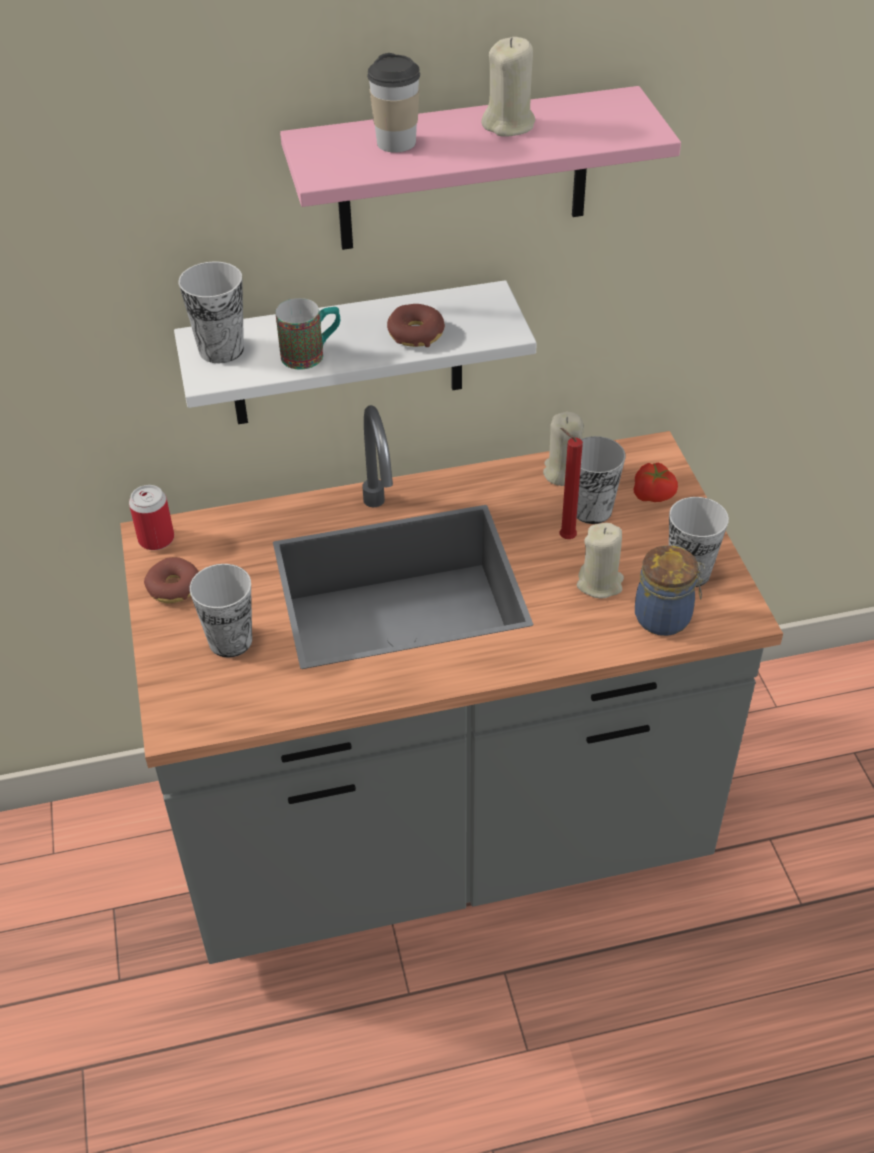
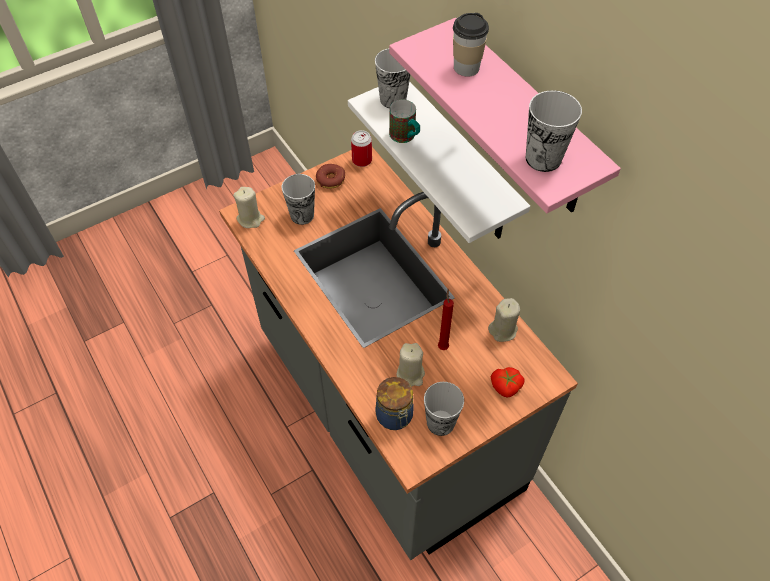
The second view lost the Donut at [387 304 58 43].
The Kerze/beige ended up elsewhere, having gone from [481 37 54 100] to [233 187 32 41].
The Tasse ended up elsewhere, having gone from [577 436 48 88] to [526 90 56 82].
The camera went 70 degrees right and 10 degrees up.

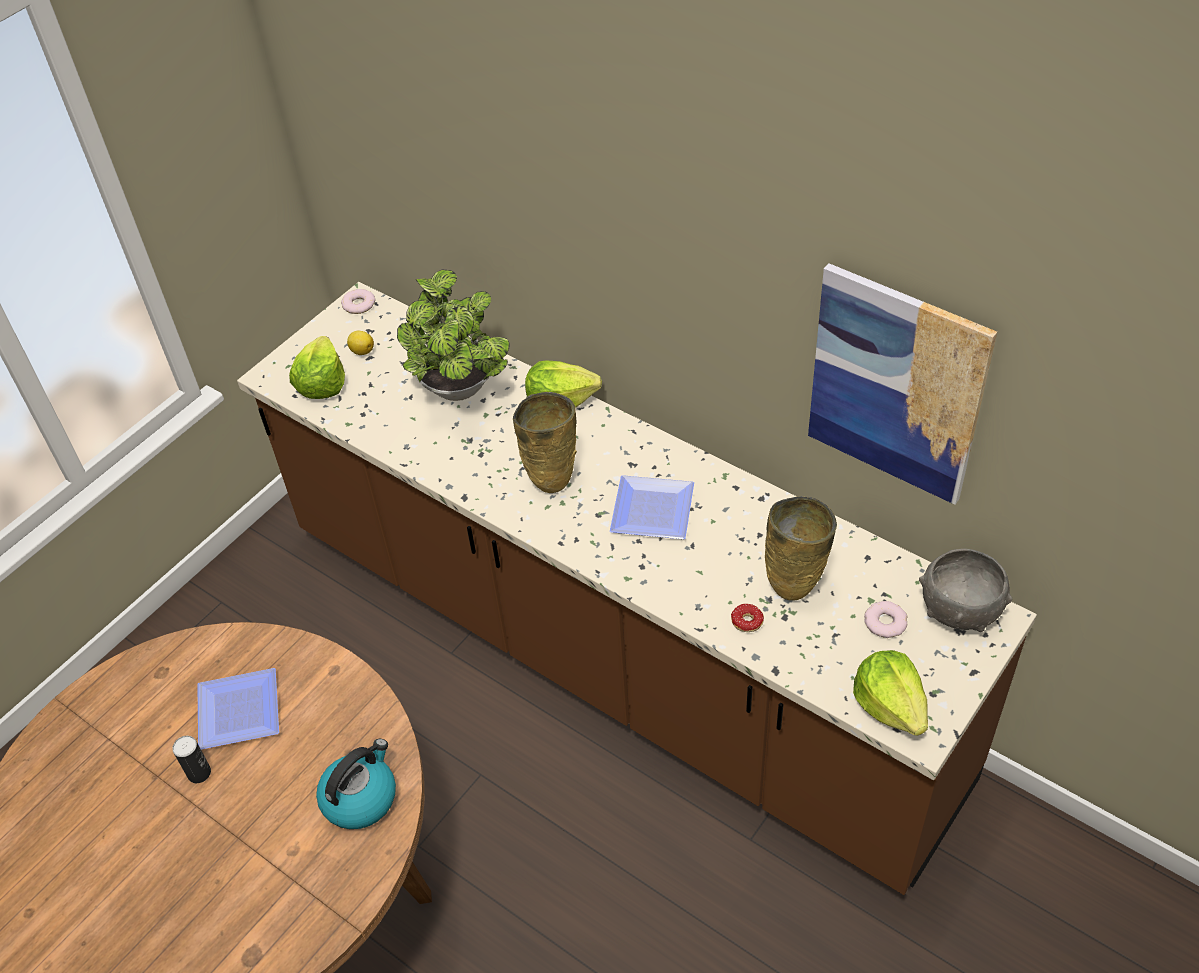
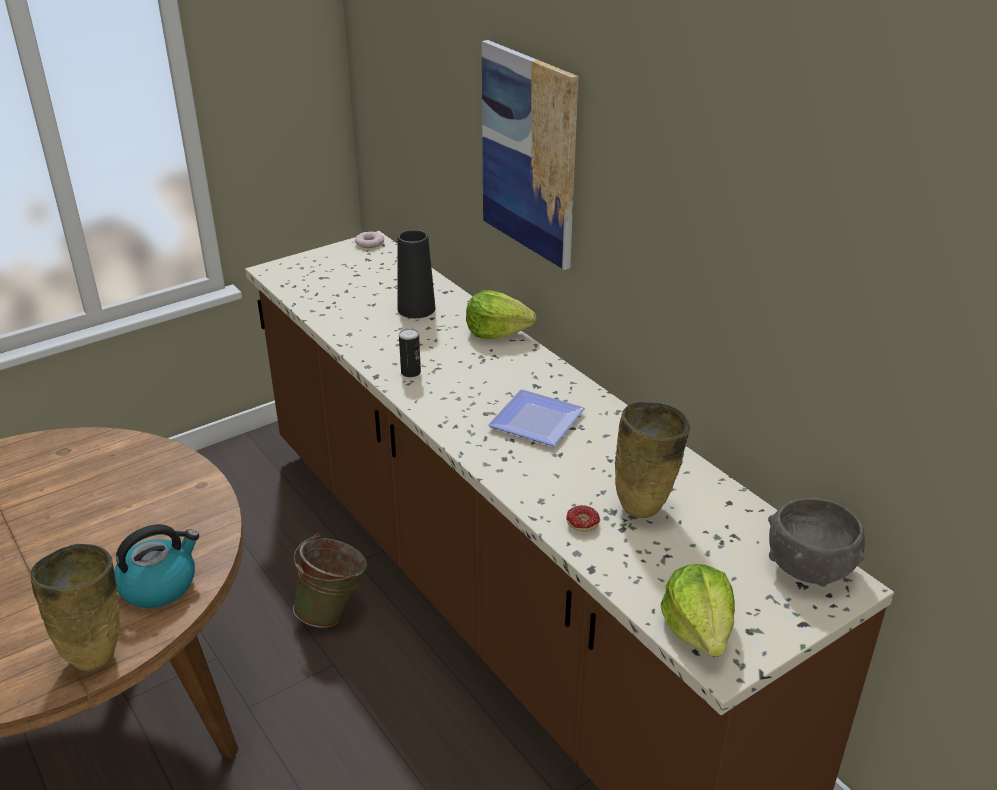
The Dose ended up elsewhere, having gone from [172 736 39 47] to [399 328 22 49].
The second view lost the Teller at [197 668 82 81].
The second view lost the Salatkopf at [289 336 56 63].
The second view lost the Zitrone at [347 331 27 24].
Where the Topfpflanze stood at [397 269 113 132], the Vase/schwarz came to stand at [397 230 38 88].
The Vase/beige ended up elsewhere, having gone from [513 392 64 101] to [30 544 90 127].
The Bild ended up elsewhere, having gone from [808 263 189 242] to [482 40 97 230].
The second view lost the Donut at [864 601 43 37].
The second view gained the Eimer/grün at [293 533 74 95].
The camera went 15 degrees right and 15 degrees down.

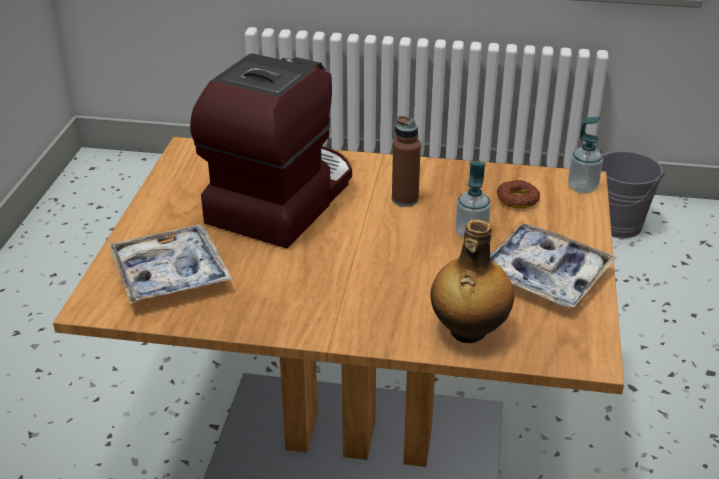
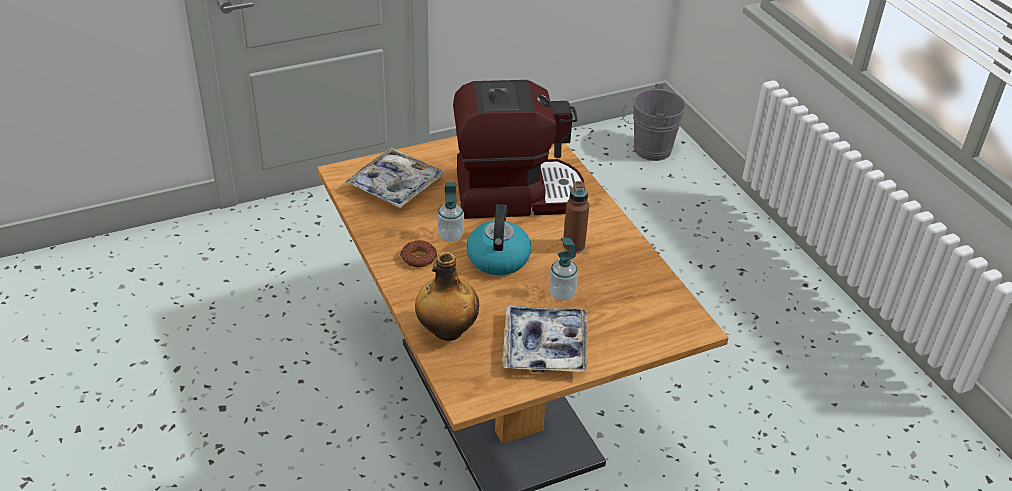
The Donut ended up elsewhere, having gone from [497 180 43 28] to [400 240 37 28].
The Seifenspender ended up elsewhere, having gone from [568 117 35 77] to [437 182 27 60].
The Eimer/grau ended up elsewhere, having gone from [599 149 66 89] to [622 84 64 77].
The second view gained the Wasserkessel at [466 204 65 71].
The camera went 55 degrees right and 5 degrees up.

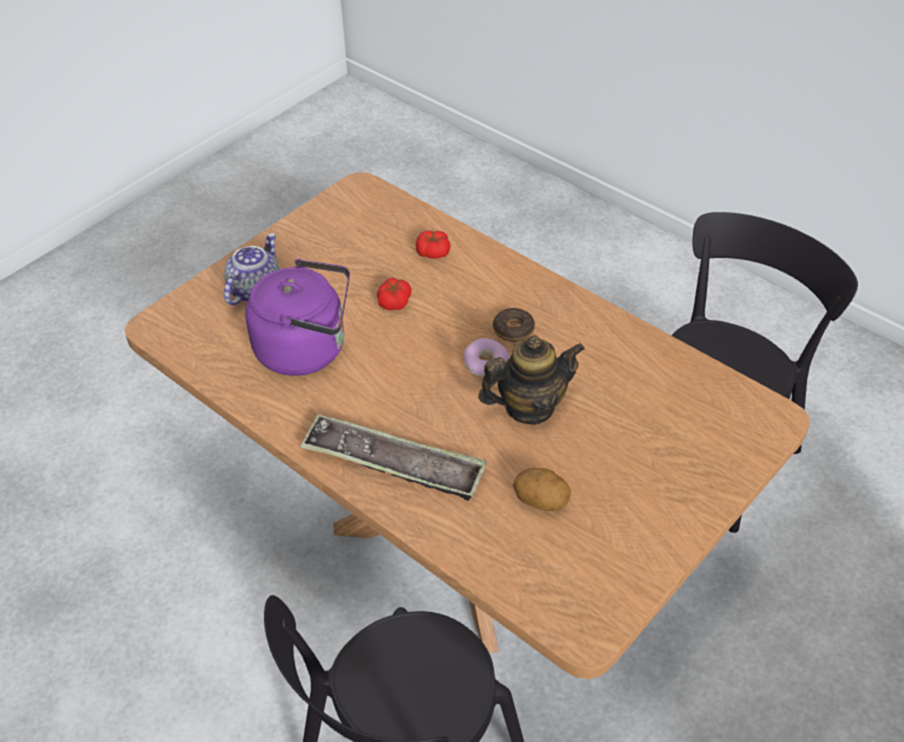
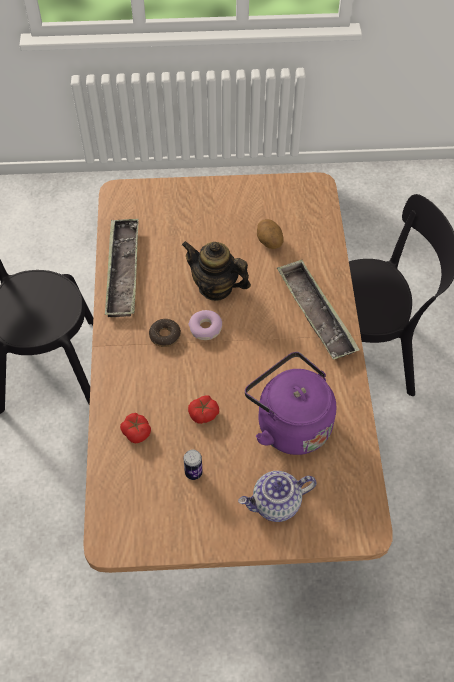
The second view gained the Tablett at [105 219 34 98].
The second view gained the Dose at [183 450 20 30].
The camera went 135 degrees left and 10 degrees up.

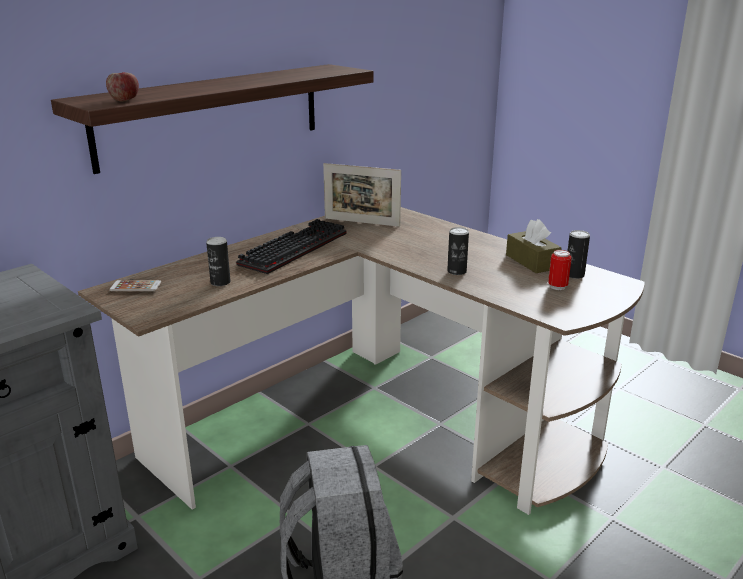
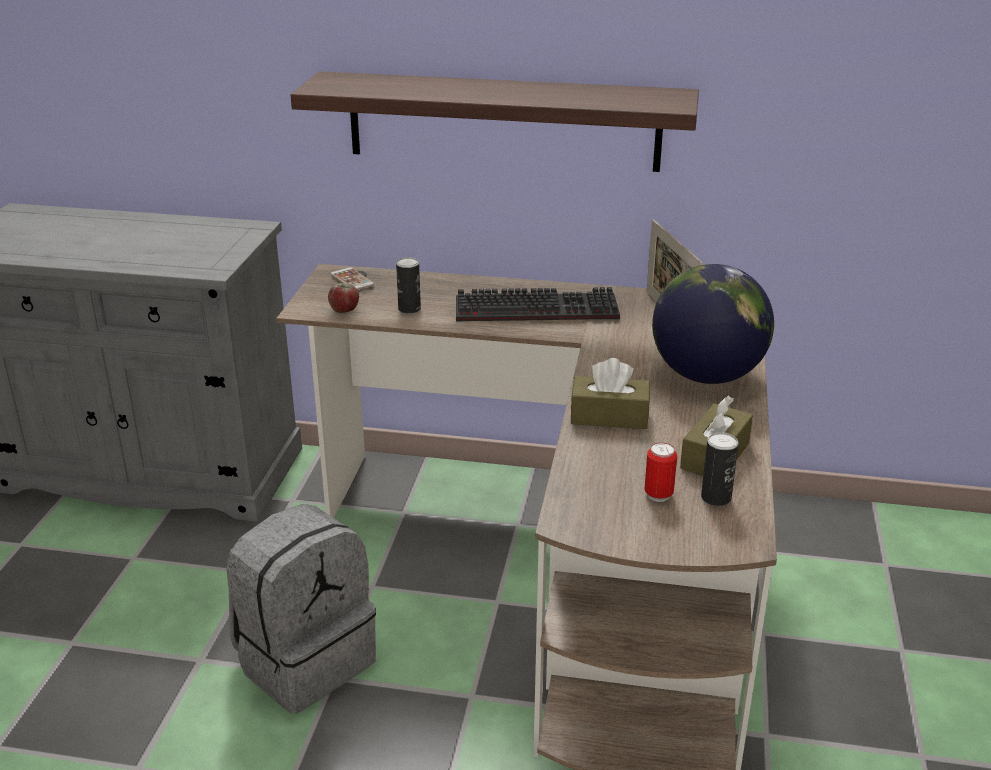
The Apfel ended up elsewhere, having gone from [106 72 33 30] to [328 283 31 30].
Where the Dose stood at [447 227 22 48], the Taschentuchbox/braun came to stand at [571 358 79 71].
The second view gained the Globus at [652 264 122 120].
The camera went 55 degrees right and 5 degrees up.

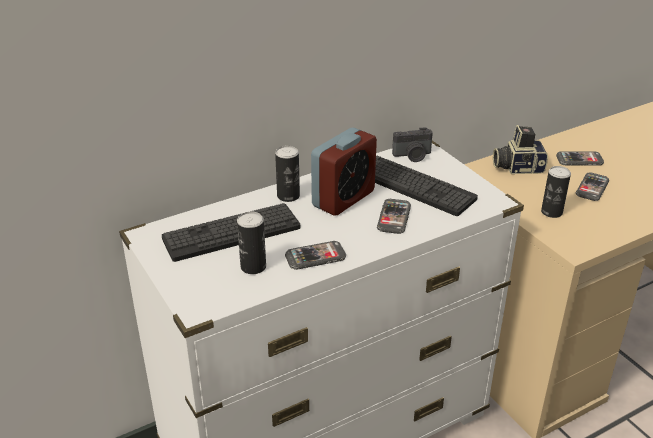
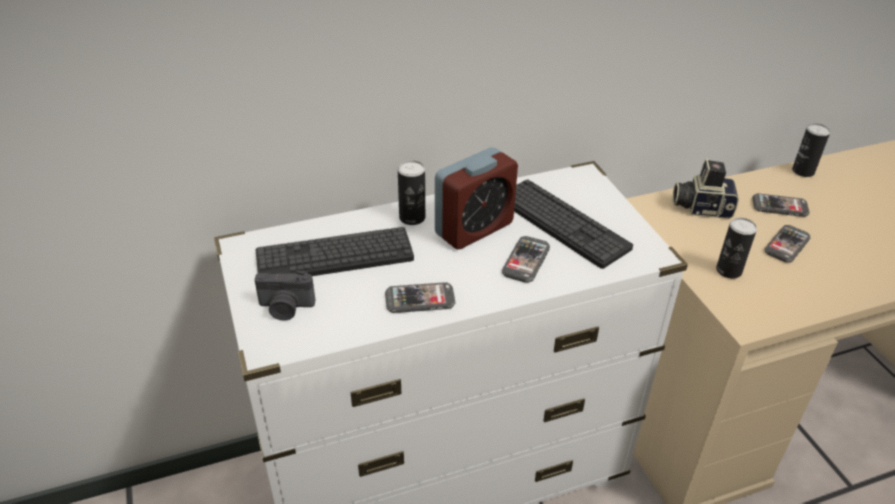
The Dose ended up elsewhere, having gone from [237 211 29 63] to [792 123 38 54].
The Kamera ended up elsewhere, having gone from [392 128 41 34] to [254 270 61 51].
The camera went 10 degrees right and 5 degrees up.

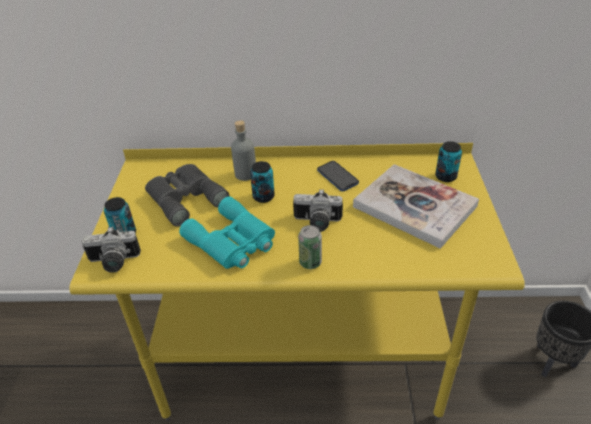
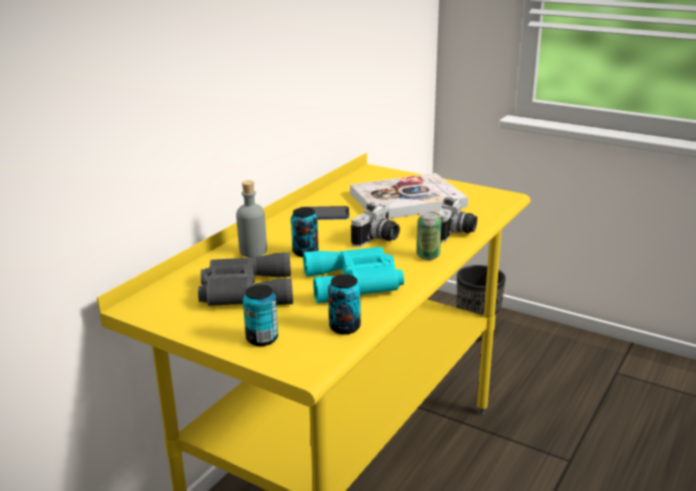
The Kamera ended up elsewhere, having gone from [81 226 60 47] to [438 197 39 45].
The Dose ended up elsewhere, having gone from [435 141 27 41] to [328 274 33 60].
The camera went 60 degrees left and 15 degrees down.

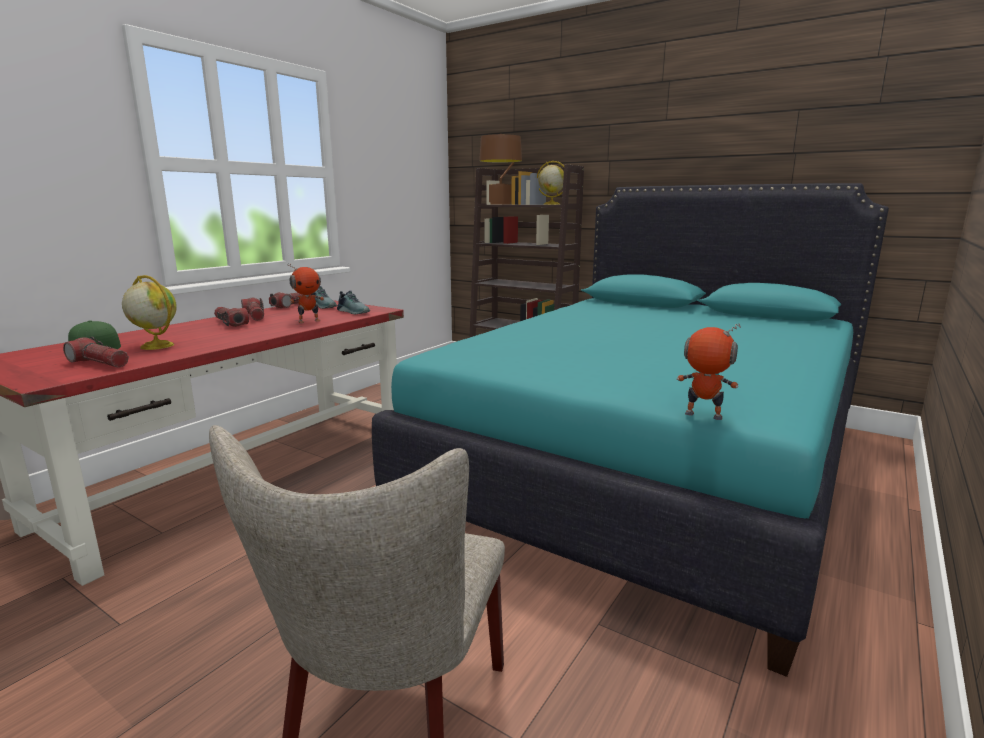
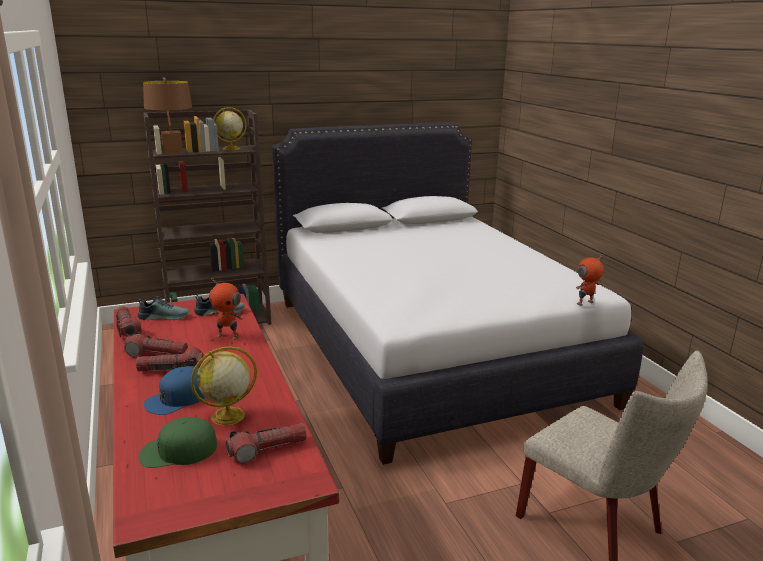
The Spielzeugroboter at [288 263 36 60] ended up facing another way, 105 degrees clockwise from before.
What was the Bett/türkis at [372 183 517 494] turned into the Bett/weiß at [272 123 372 342].
The second view gained the Kappe/blau at [144 366 61 49].
The camera went 55 degrees left and 5 degrees up.

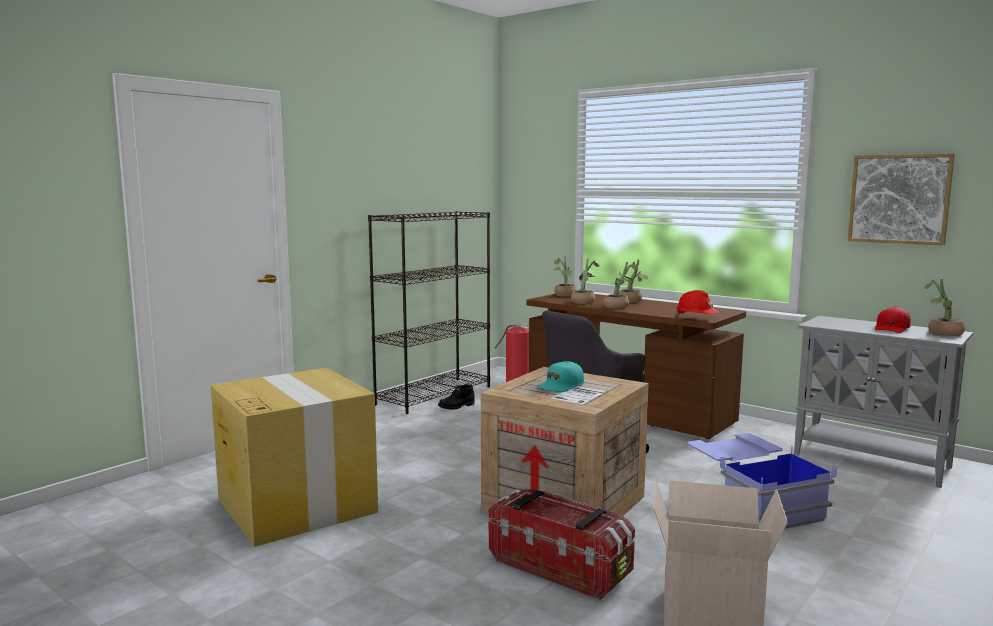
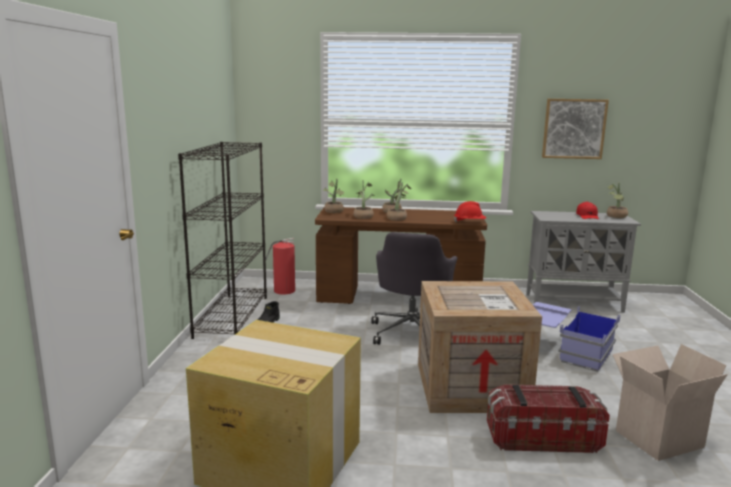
The second view lost the Kappe/türkis at [537 361 47 31].
The camera went 35 degrees left and 5 degrees up.

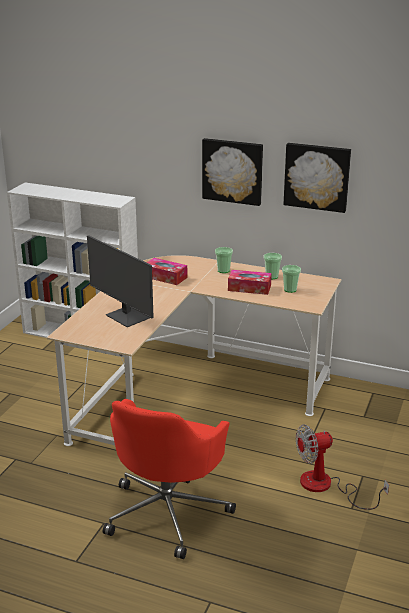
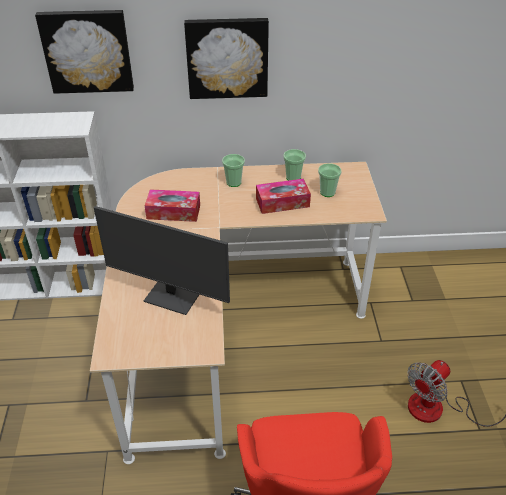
The Bild ended up elsewhere, having gone from [284 143 67 70] to [35 10 99 84].
The camera went 25 degrees left and 15 degrees up.

